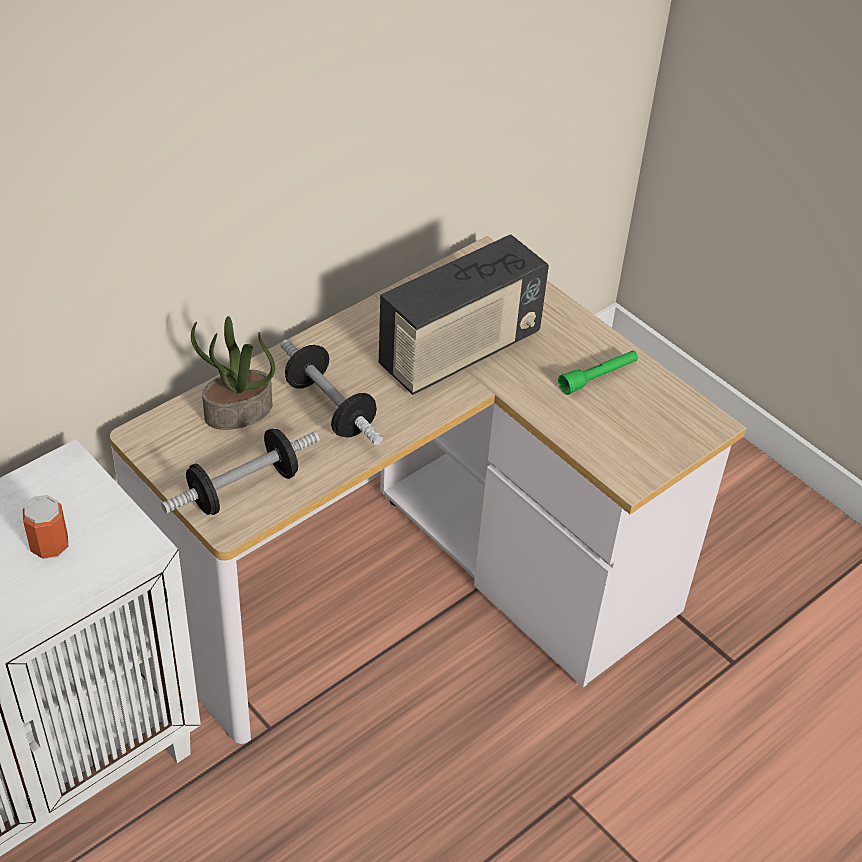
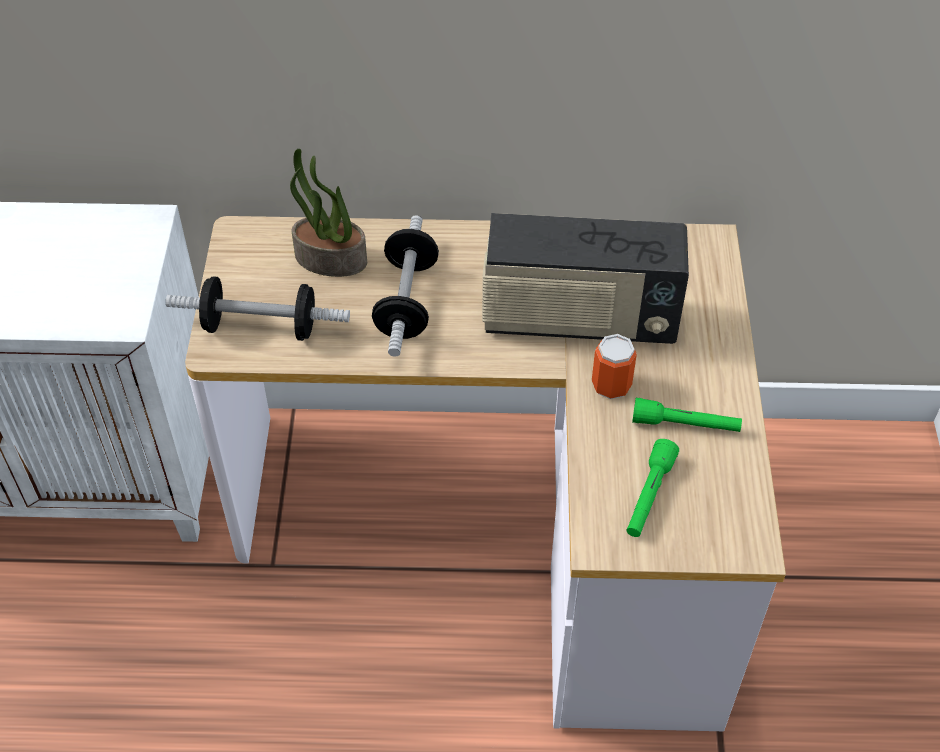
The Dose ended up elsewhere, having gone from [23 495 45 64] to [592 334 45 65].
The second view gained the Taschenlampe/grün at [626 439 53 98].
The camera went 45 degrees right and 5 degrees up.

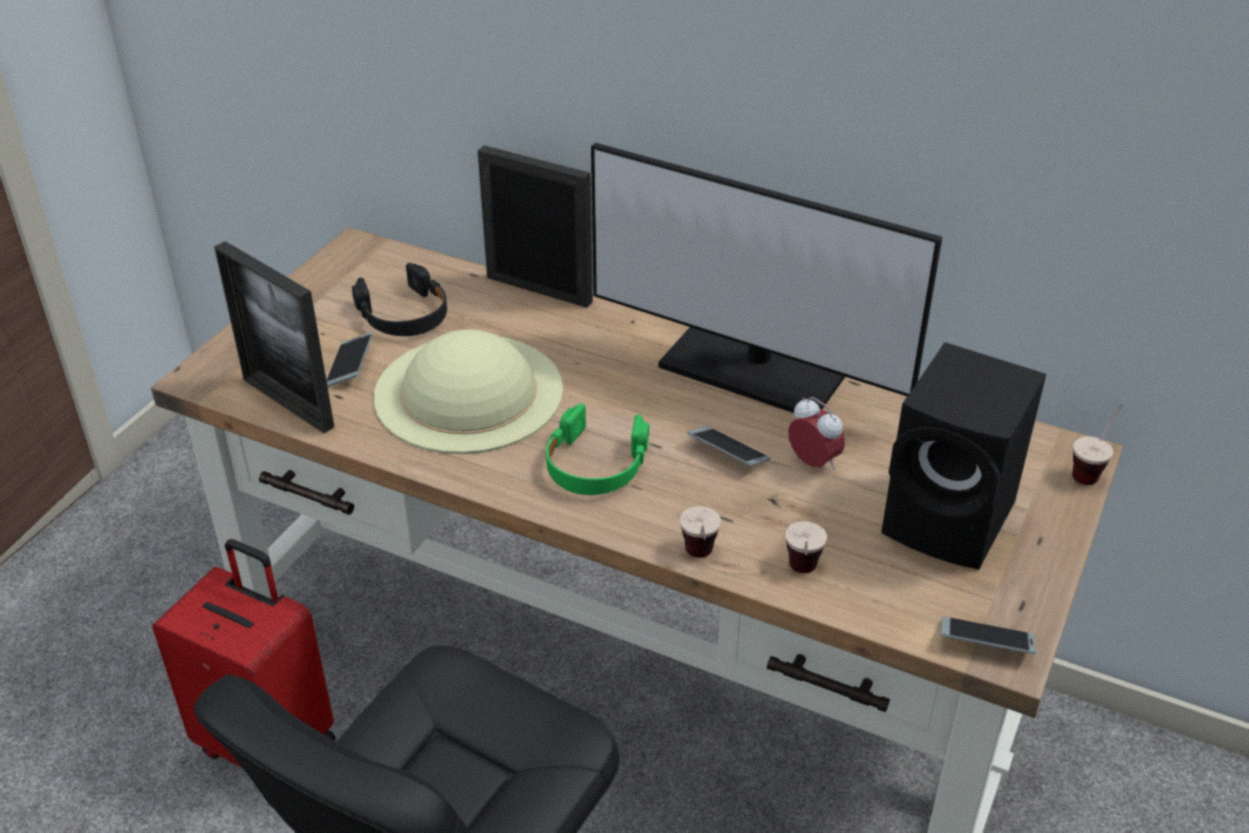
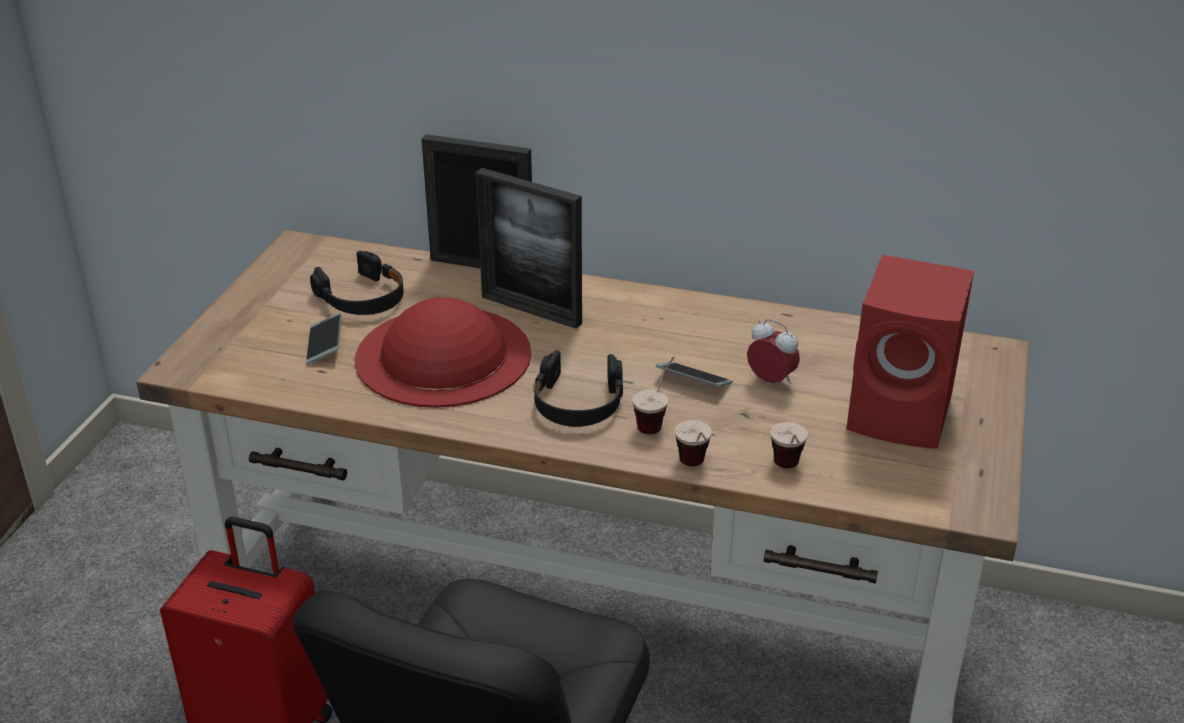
The Bilderrahmen ended up elsewhere, having gone from [214 241 120 192] to [475 168 107 161].
What was the Hut/beige at [374 329 189 125] turned into the Hut/rot at [355 297 176 111].
What was the Kopfhörer/grün at [546 403 103 92] turned into the Kopfhörer/schwarz at [533 350 90 77].
The second view lost the Monitor at [591 143 351 270].
What was the Lautsprecher/schwarz at [881 342 165 228] turned into the Lautsprecher/rot at [846 255 128 194].
The second view lost the Handy at [941 616 95 38].
The Tasse ended up elsewhere, having gone from [1072 404 51 81] to [632 356 43 78].
The camera went 10 degrees left and 5 degrees down.

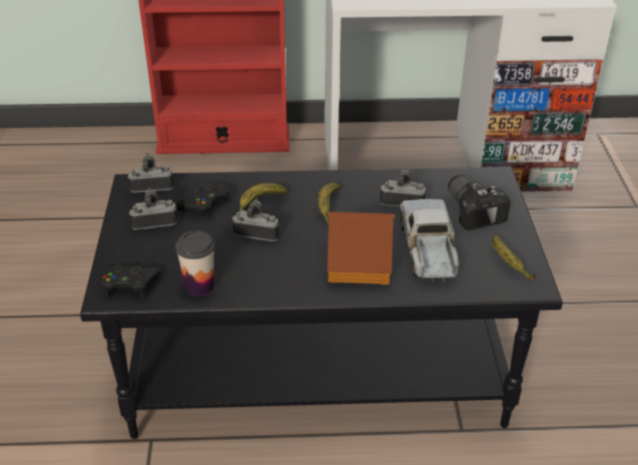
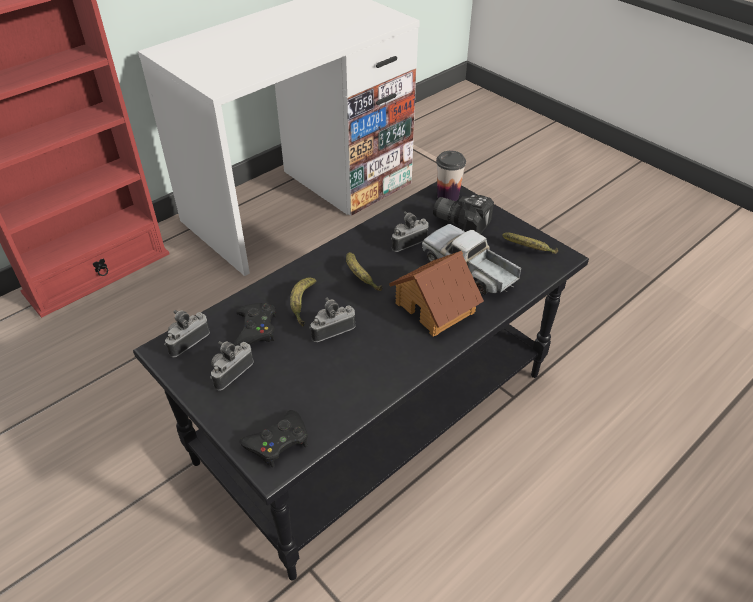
The Tasse ended up elsewhere, having gone from [175 231 40 65] to [436 151 30 50].
The camera went 40 degrees left and 5 degrees up.

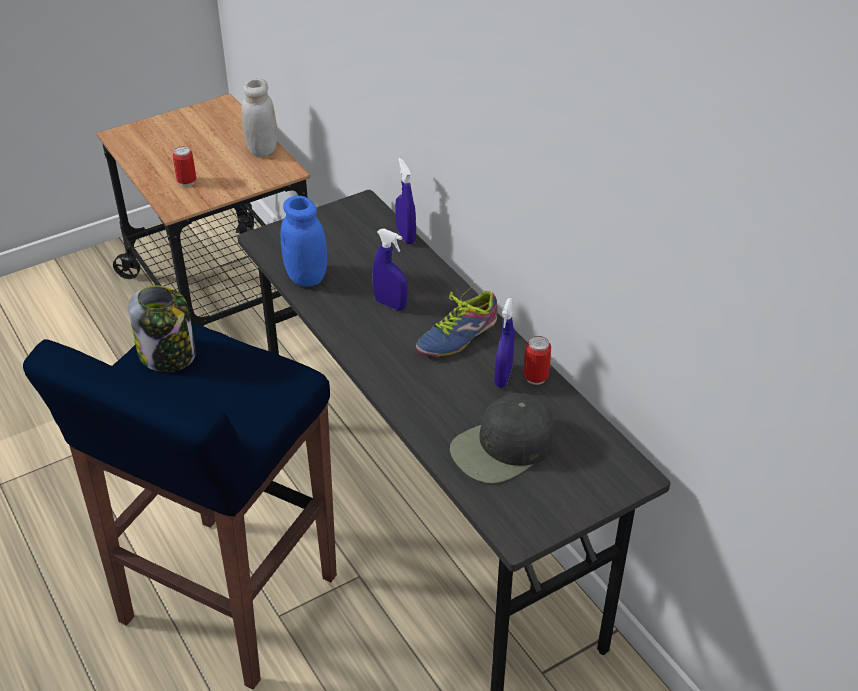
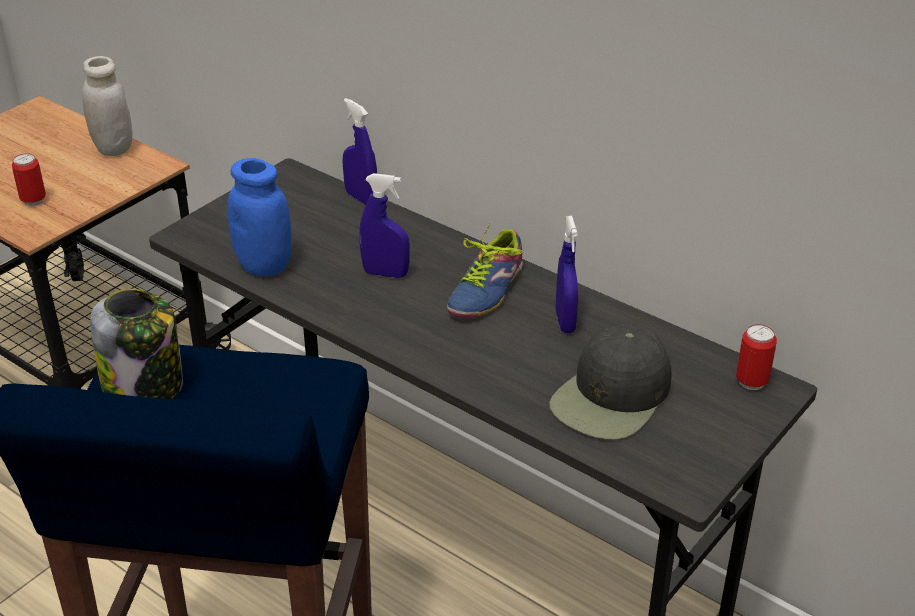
The Dose ended up elsewhere, having gone from [524 336 27 49] to [736 324 41 66].
The camera went 20 degrees left and 5 degrees down.

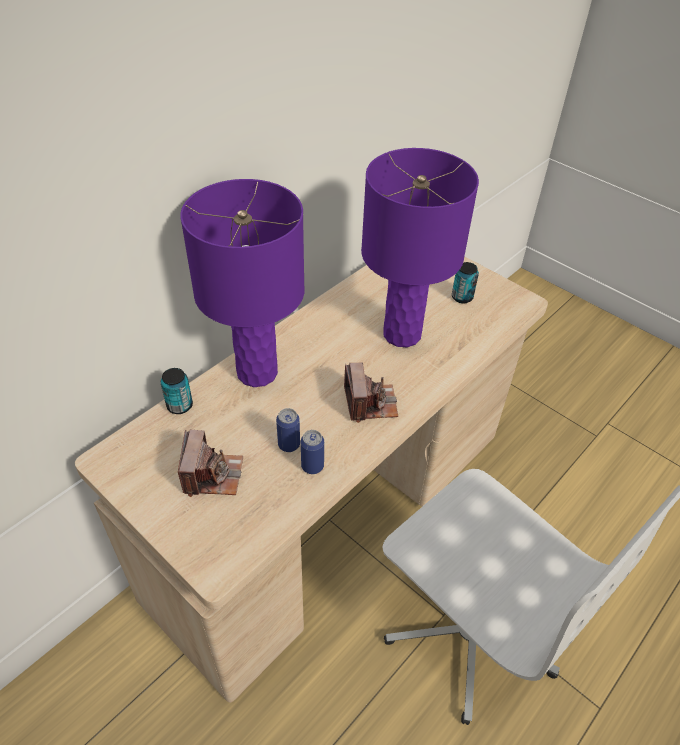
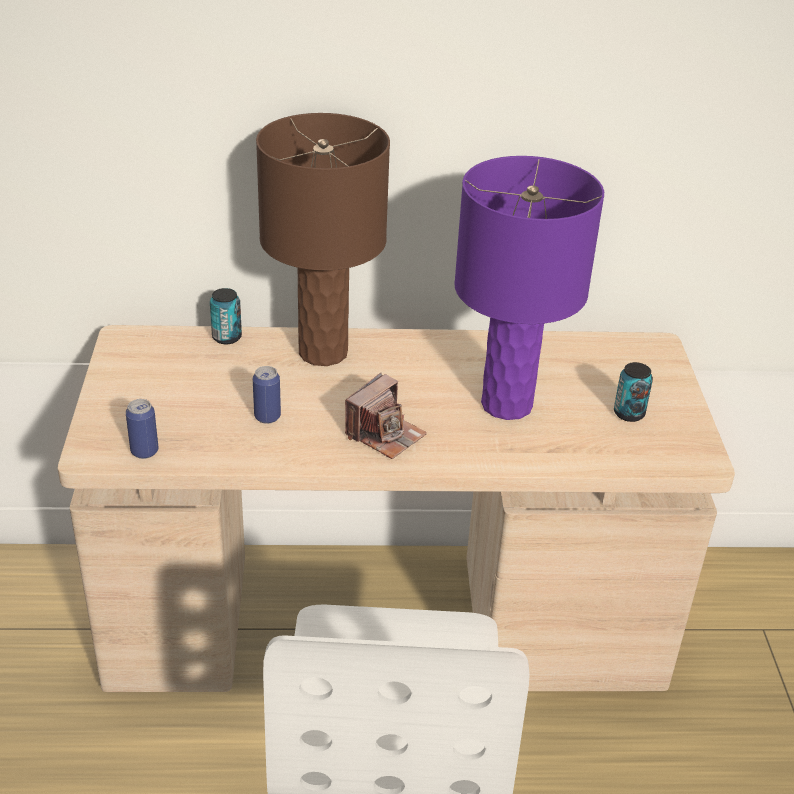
The second view lost the Kamera at [178 430 65 67].
What was the Tischlampe/lila at [180 179 125 208] turned into the Tischlampe/braun at [256 113 134 253].
The Dose ended up elsewhere, having gone from [301 430 23 44] to [126 399 33 60].
The camera went 45 degrees right and 10 degrees down.

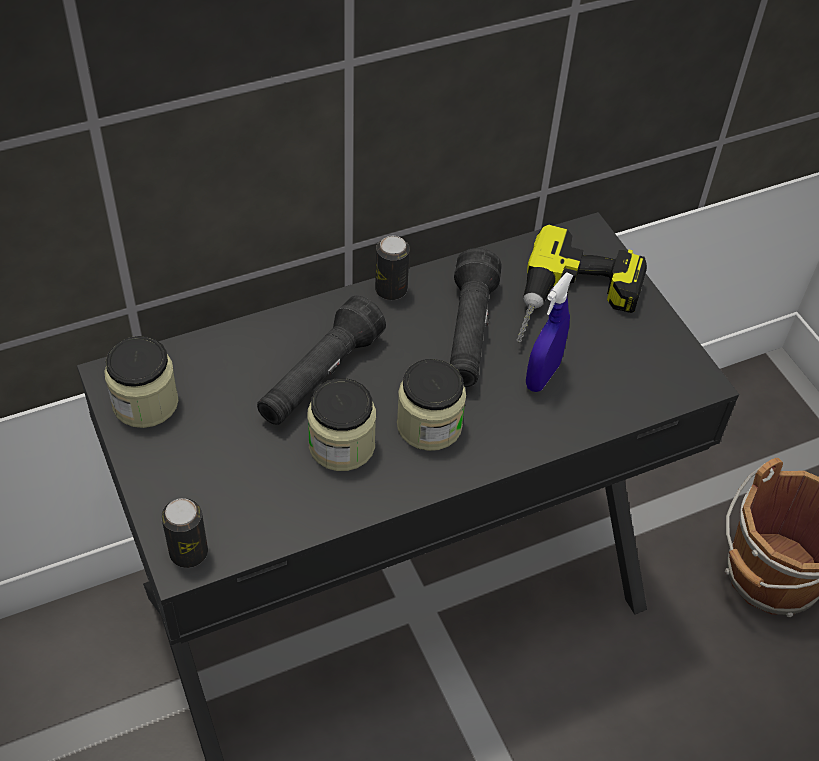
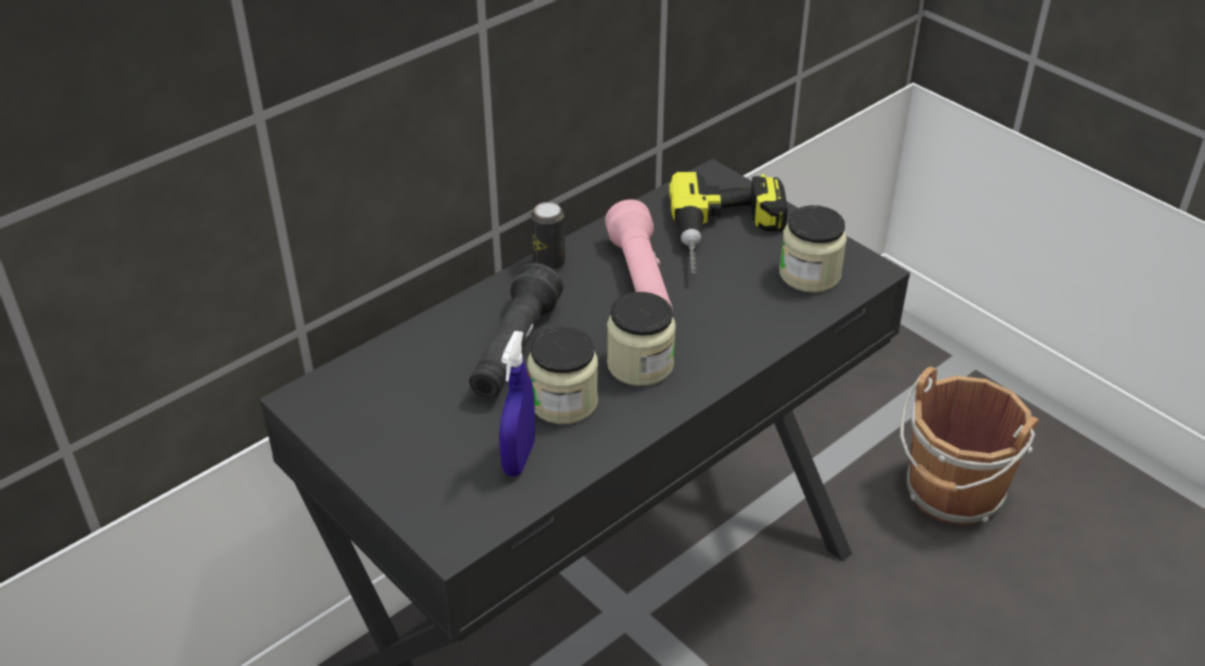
The Vorratsglas ended up elsewhere, having gone from [104 336 74 92] to [779 205 68 88].
The second view lost the Dose at [161 498 47 70].
What was the Taschenlampe/schwarz at [450 248 52 139] turned into the Taschenlampe/rosa at [605 199 68 113].
The Sprühflasche/blau ended up elsewhere, having gone from [526 272 47 120] to [499 331 37 145].
The camera went 15 degrees left and 10 degrees down.

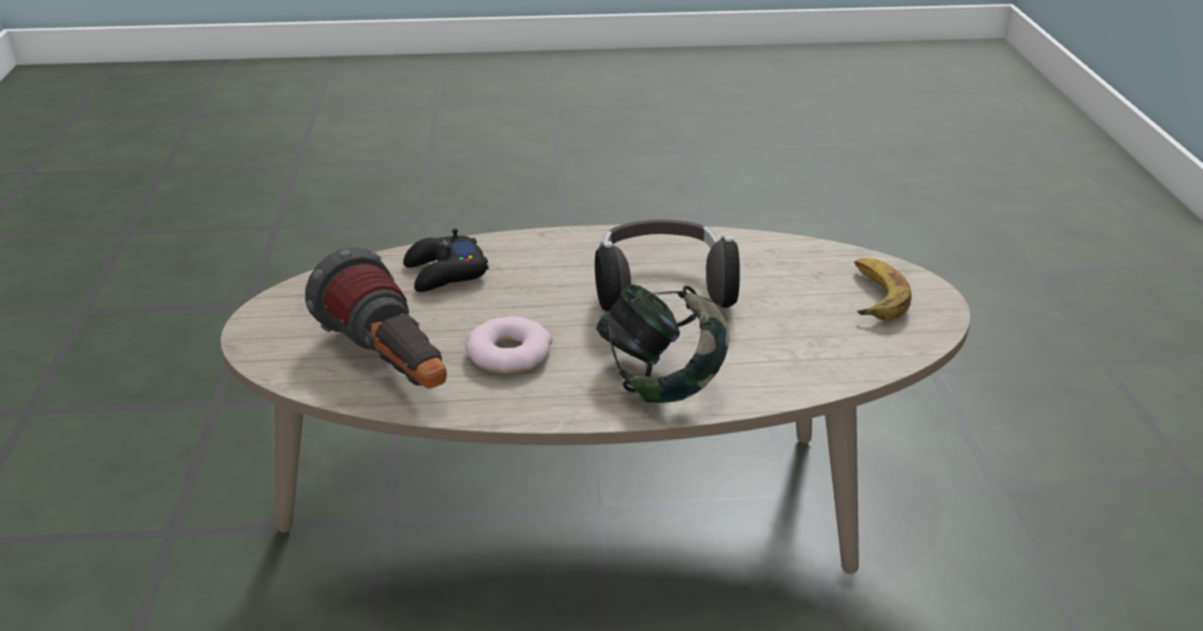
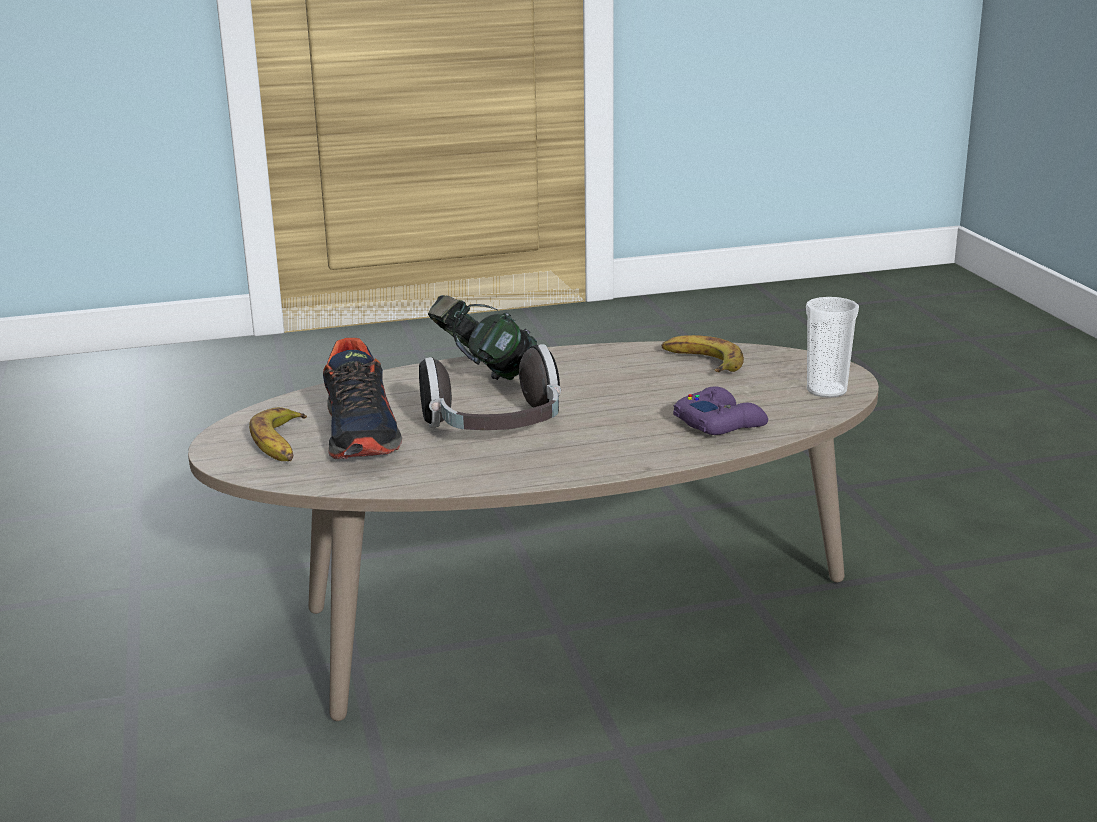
Where the Taschenlampe stood at [305 247 142 142], the Banane came to stand at [661 335 83 37].
What was the Gamepad/schwarz at [403 229 86 63] turned into the Gamepad/lila at [673 386 95 49].
The second view lost the Donut at [465 316 87 57].
The second view gained the Schuh at [323 338 79 121].
The second view gained the Tasse at [806 297 53 101].
The camera went 170 degrees right and 10 degrees down.

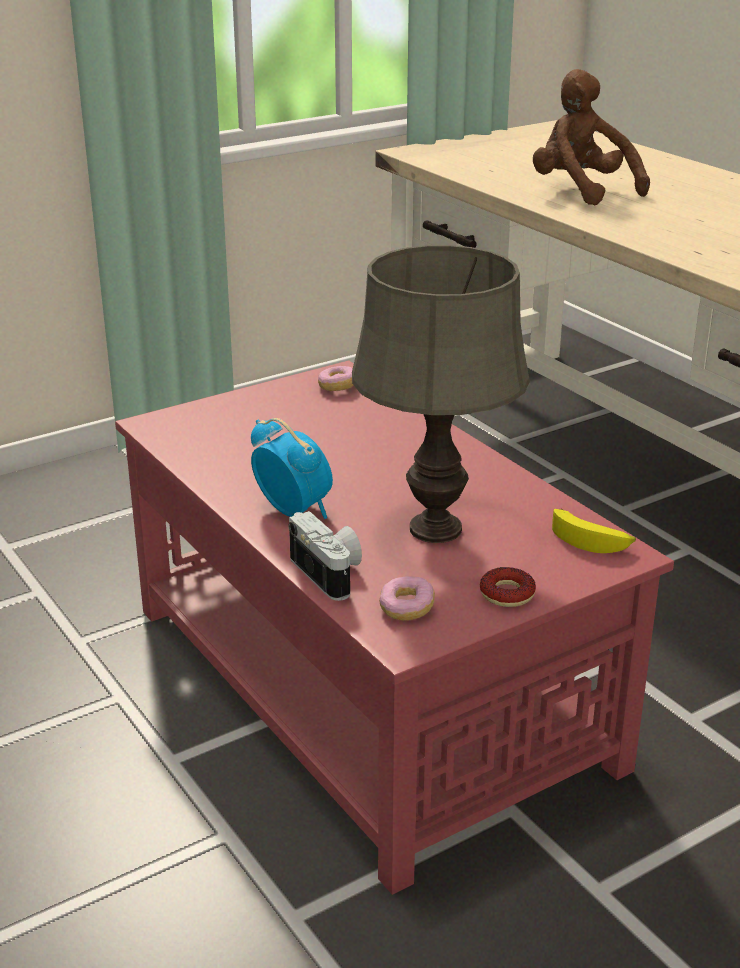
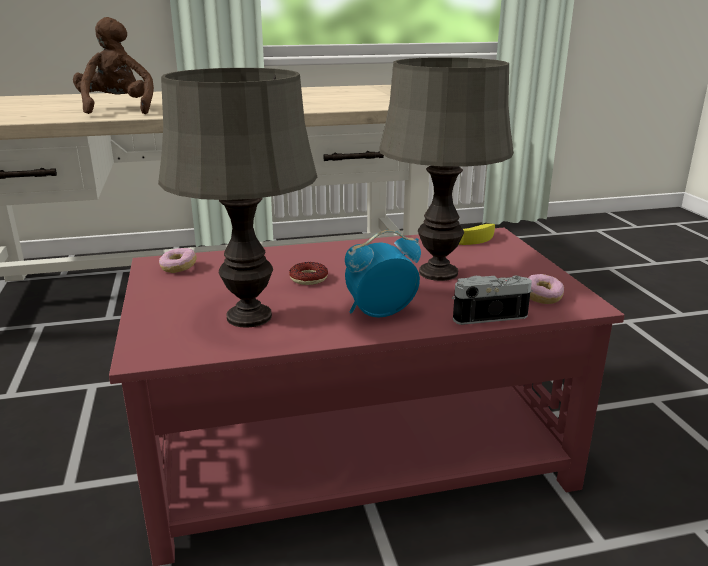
The Donut ended up elsewhere, having gone from [480 567 56 40] to [289 262 39 23].
The Plüschtier/braun at [533 69 117 136] ended up facing another way, 90 degrees clockwise from before.
The second view gained the Tischlampe/grau at [158 68 159 260].
The camera went 70 degrees left and 5 degrees down.

